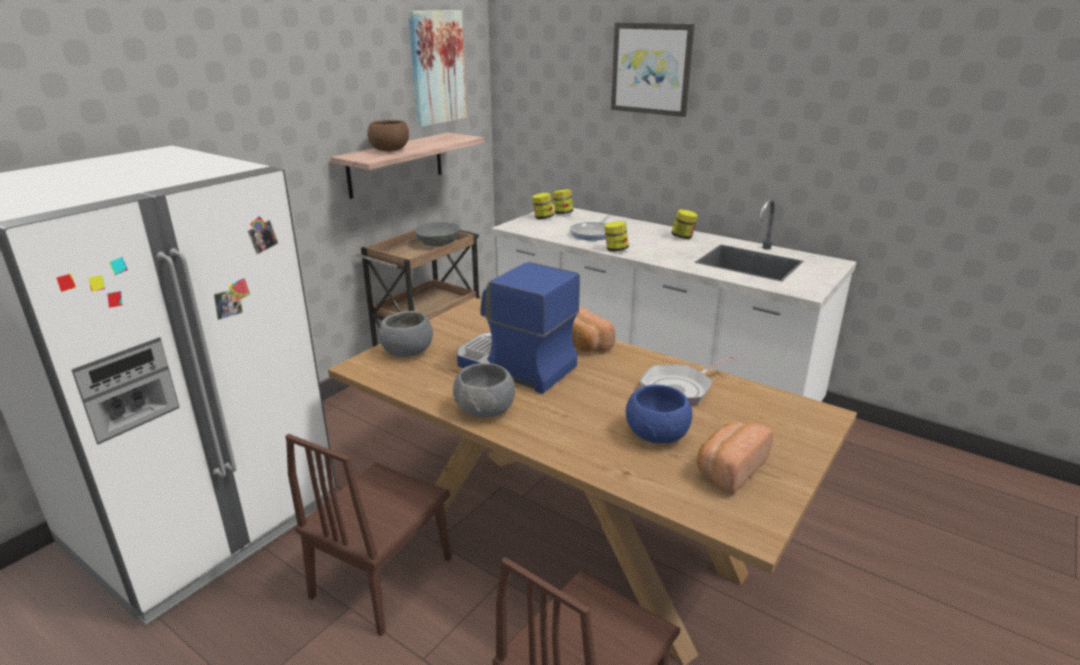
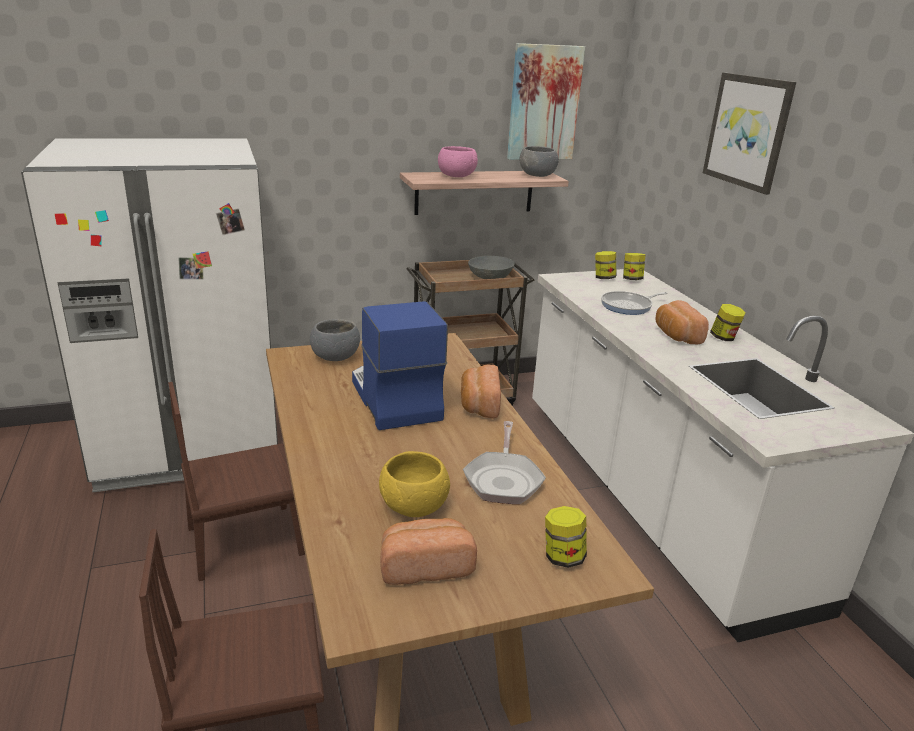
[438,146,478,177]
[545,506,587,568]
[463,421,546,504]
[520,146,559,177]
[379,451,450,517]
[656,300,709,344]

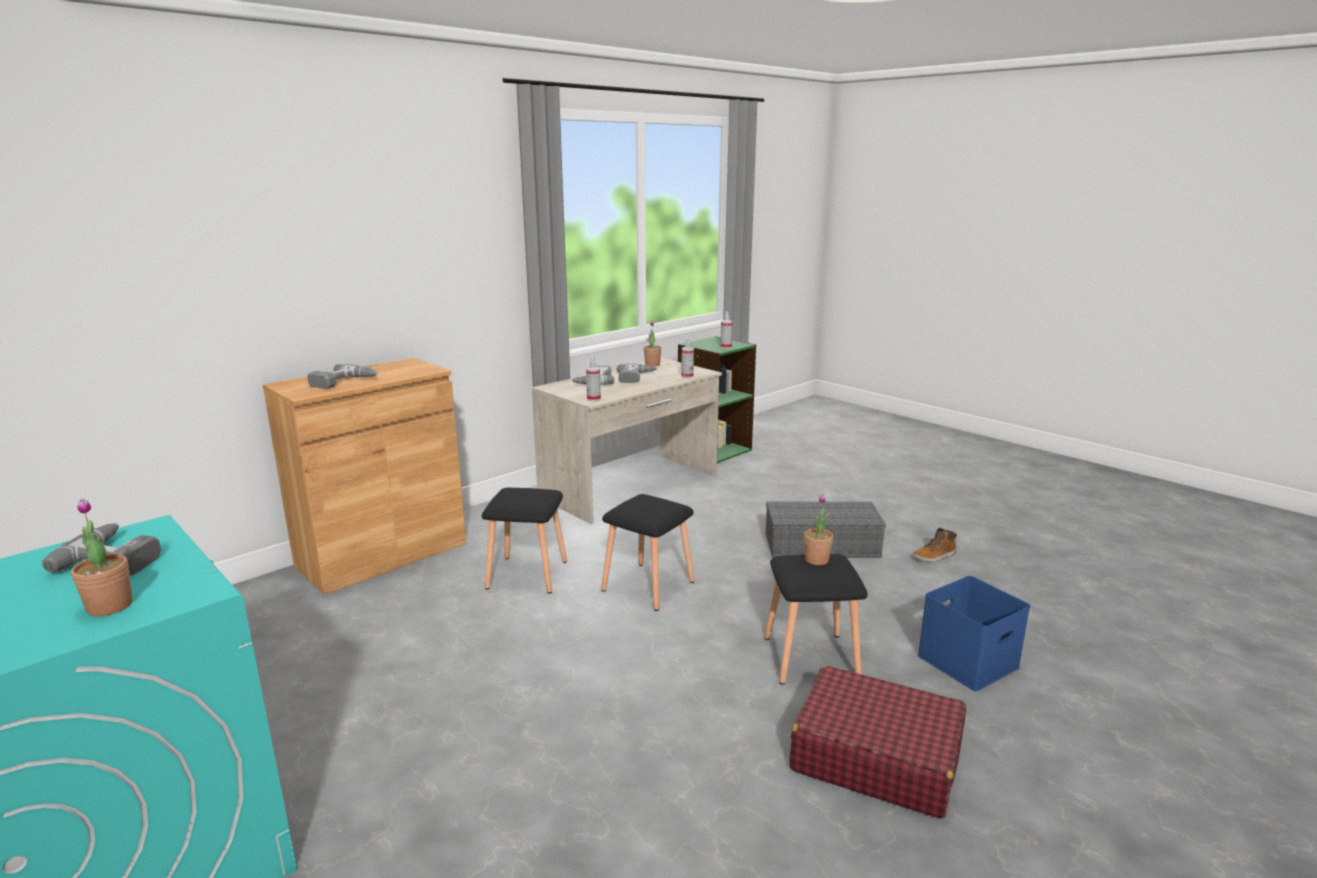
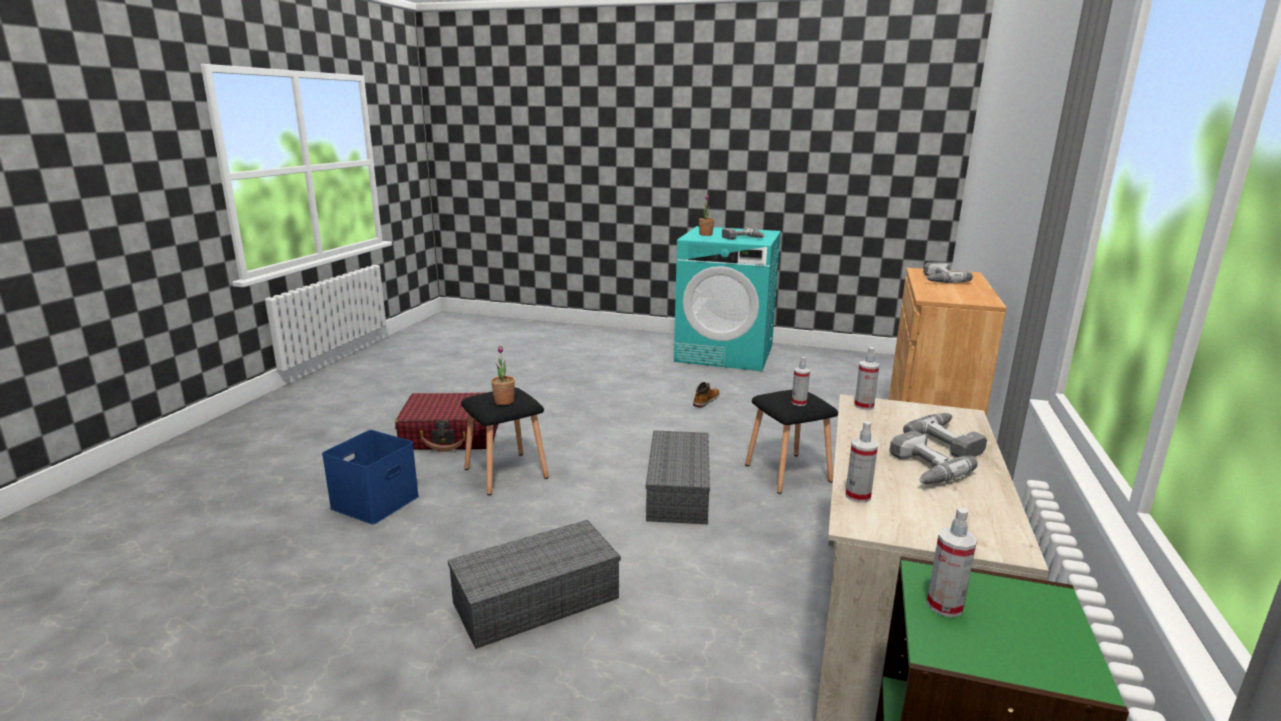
[644,321,661,366] (first image)
[646,430,710,524]
[693,382,720,407]
[791,357,810,406]

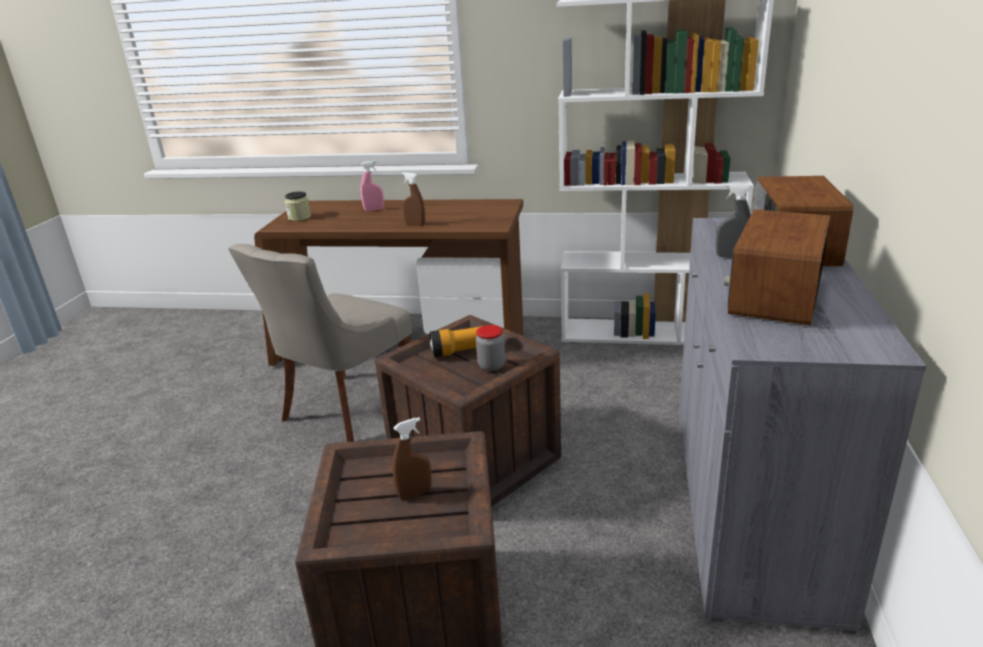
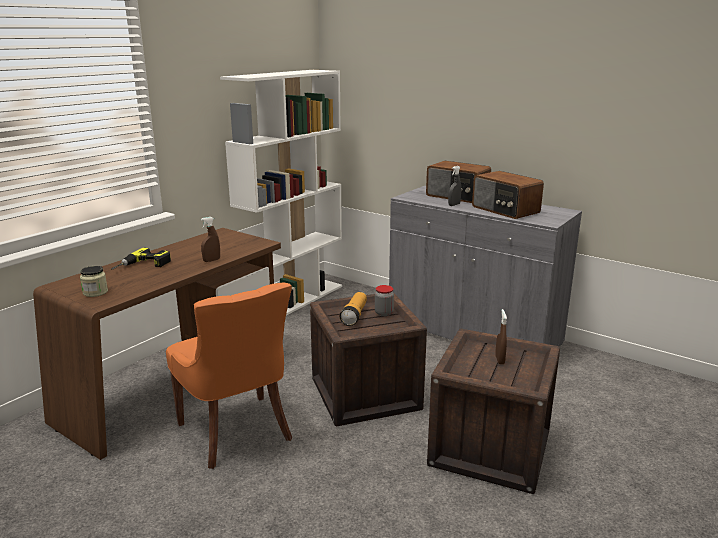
[111,248,171,270]
[166,283,292,469]

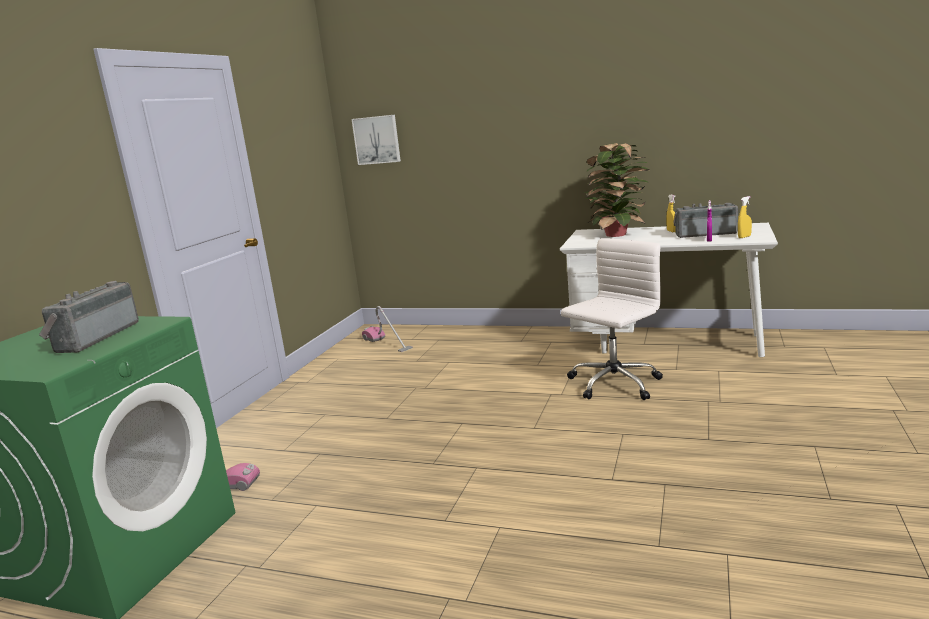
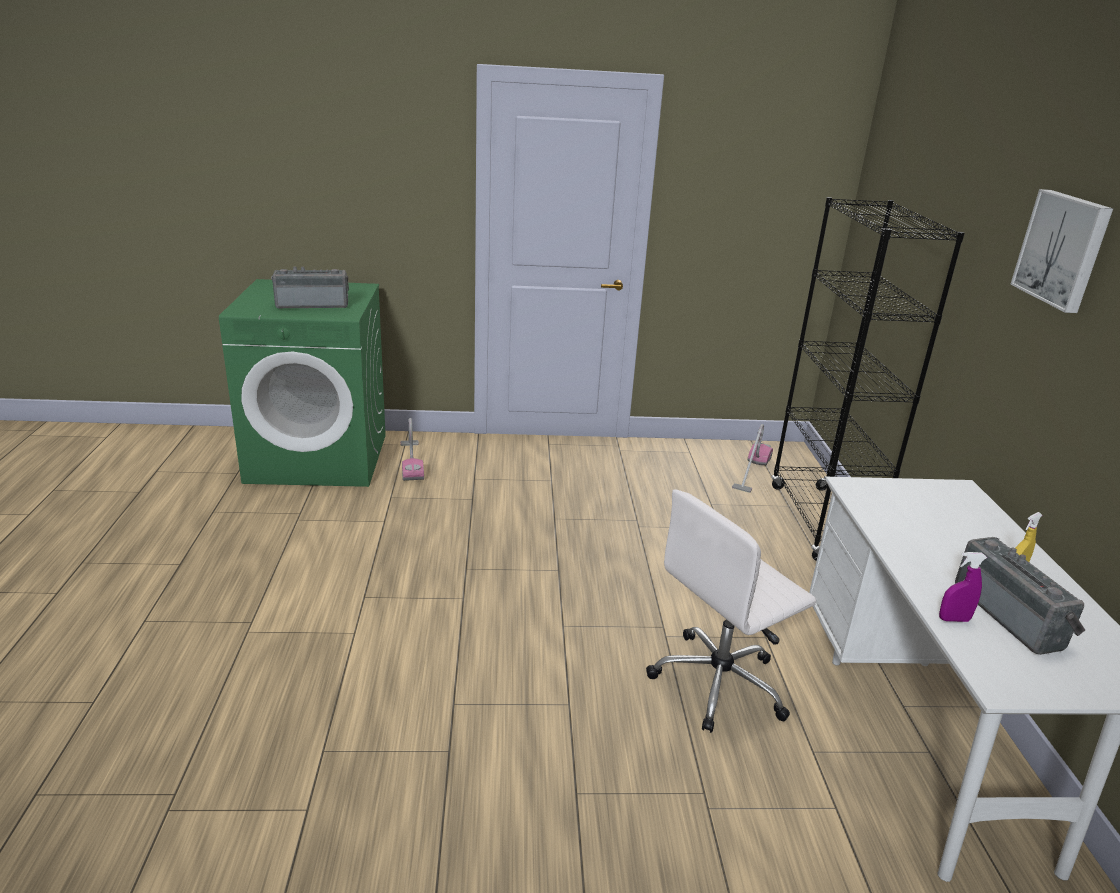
[1010,189,1113,313]
[584,143,649,237] (first image)
[738,196,752,238] (first image)
[646,489,816,733]
[771,197,965,561]

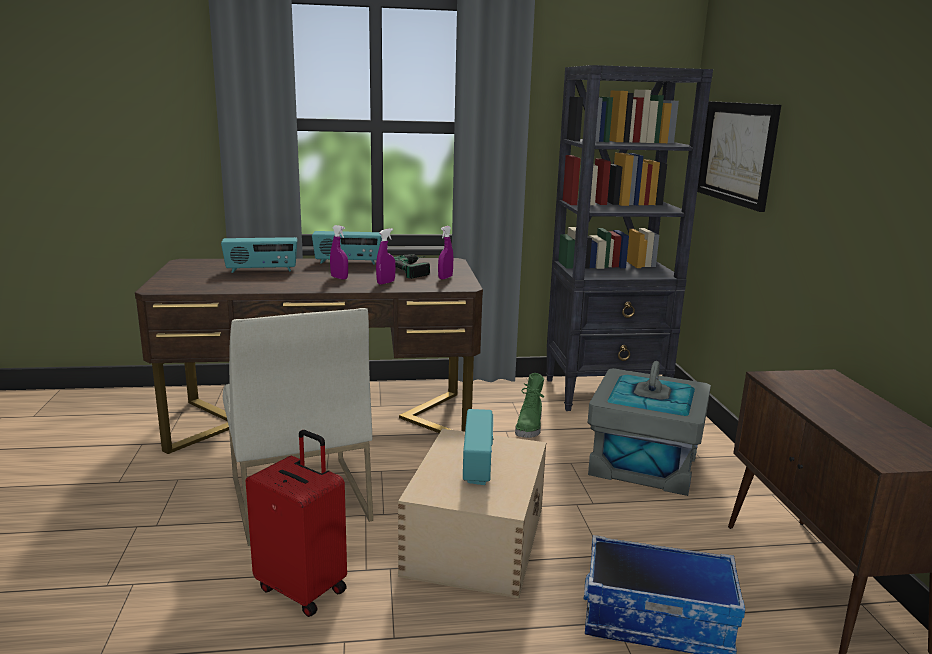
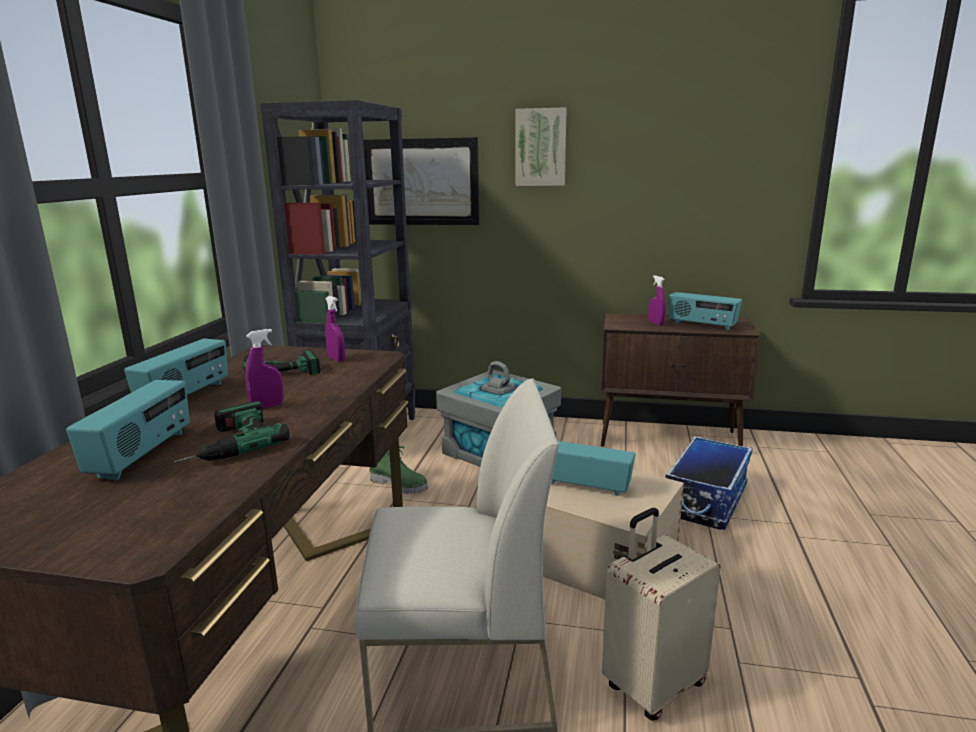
[648,275,666,325]
[602,508,721,720]
[516,107,567,186]
[669,292,742,331]
[174,401,290,462]

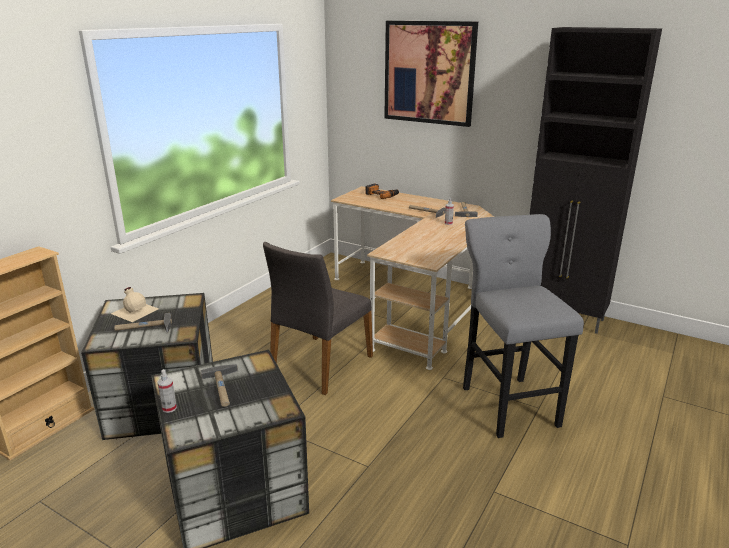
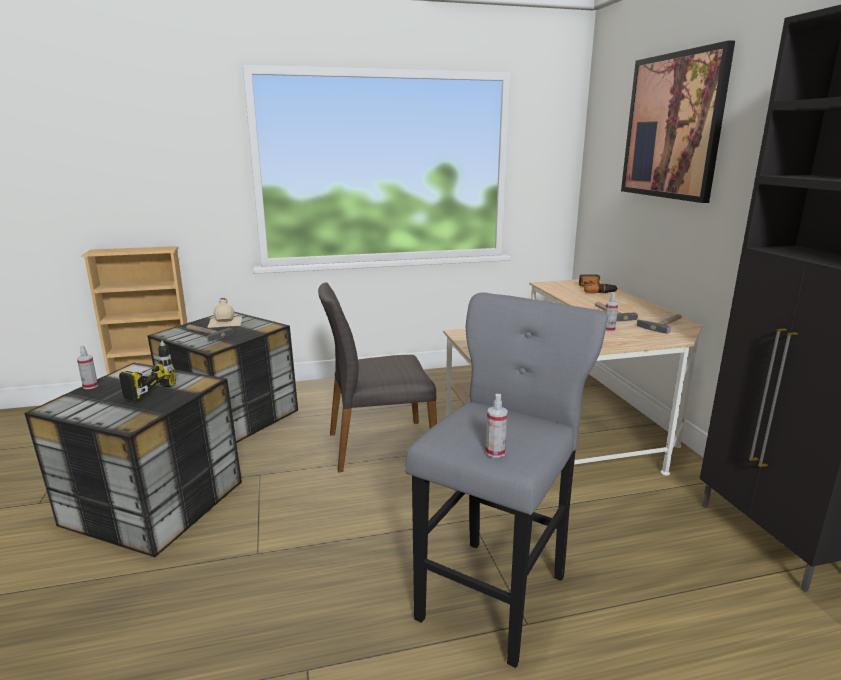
[119,341,176,401]
[486,394,508,458]

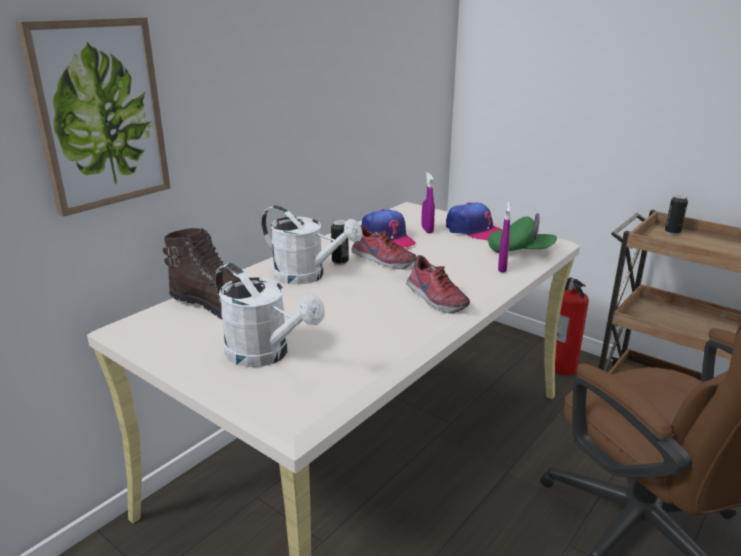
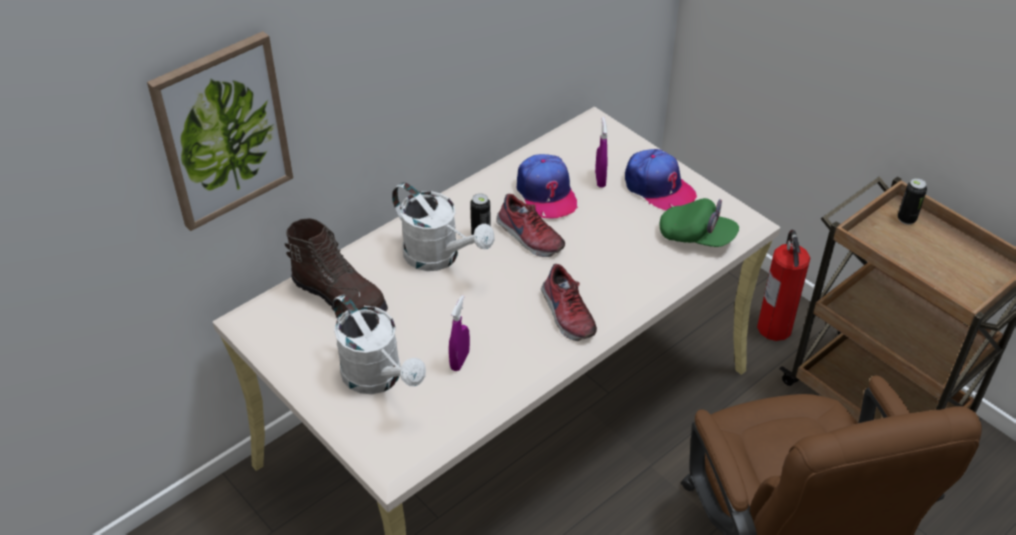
[449,295,470,371]

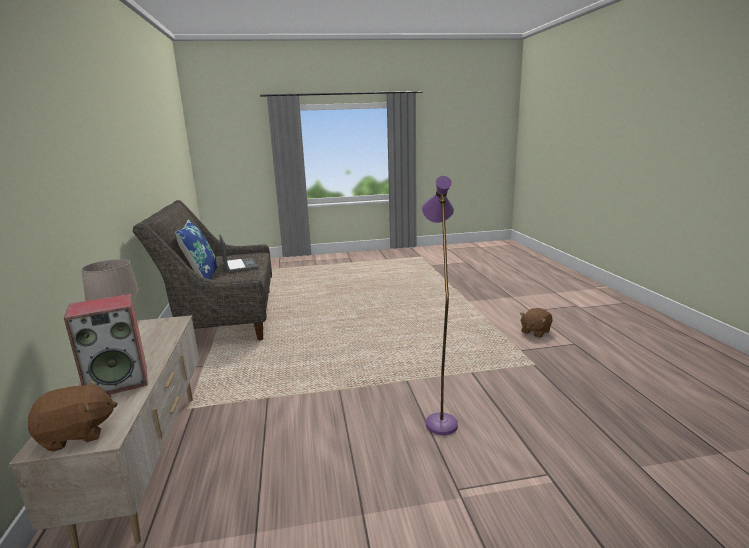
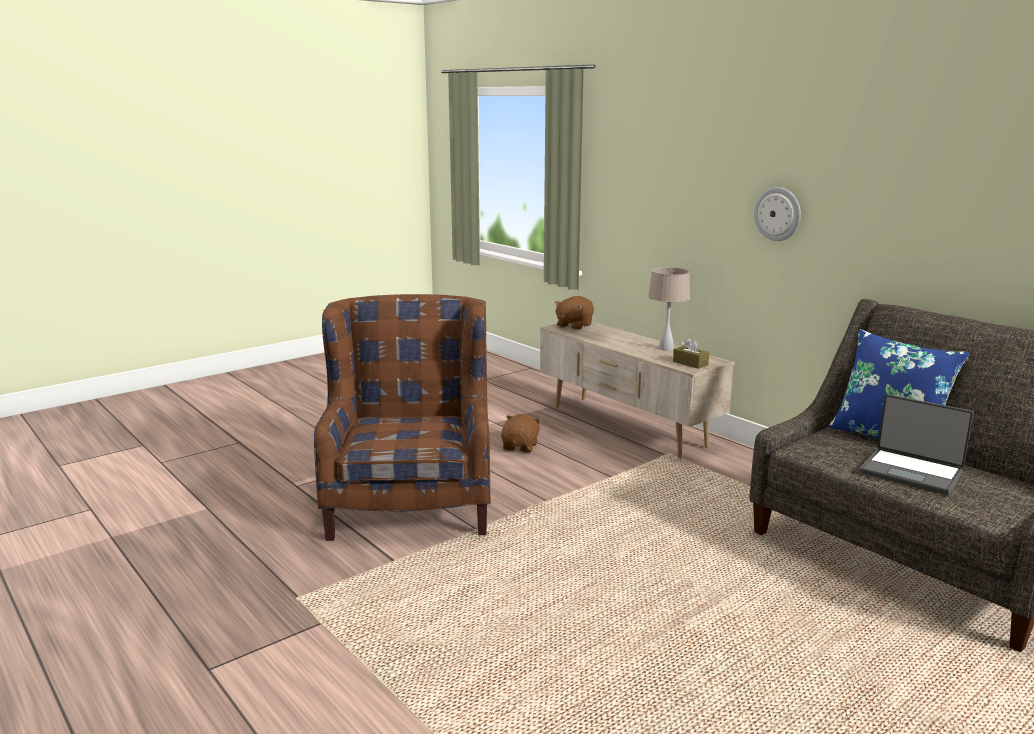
[314,294,491,541]
[64,294,148,395] (first image)
[501,414,542,453]
[754,187,801,241]
[673,338,709,369]

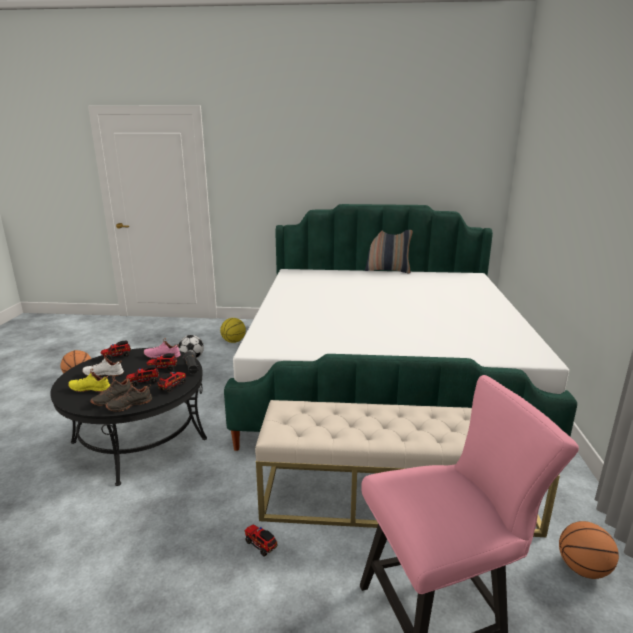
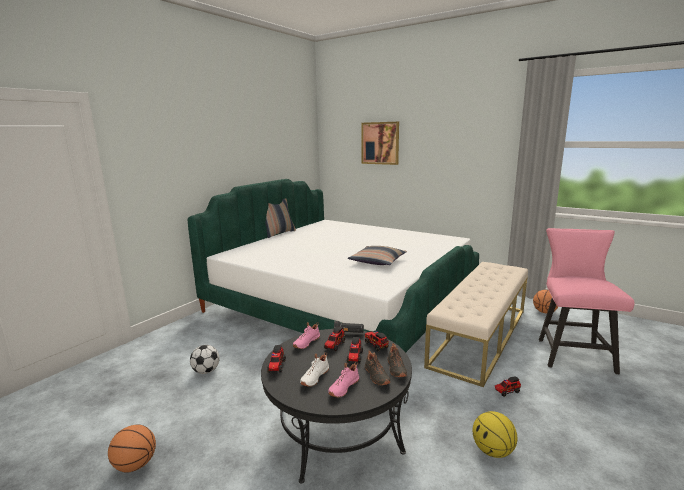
[473,411,518,458]
[328,362,359,397]
[361,122,399,165]
[348,246,407,265]

